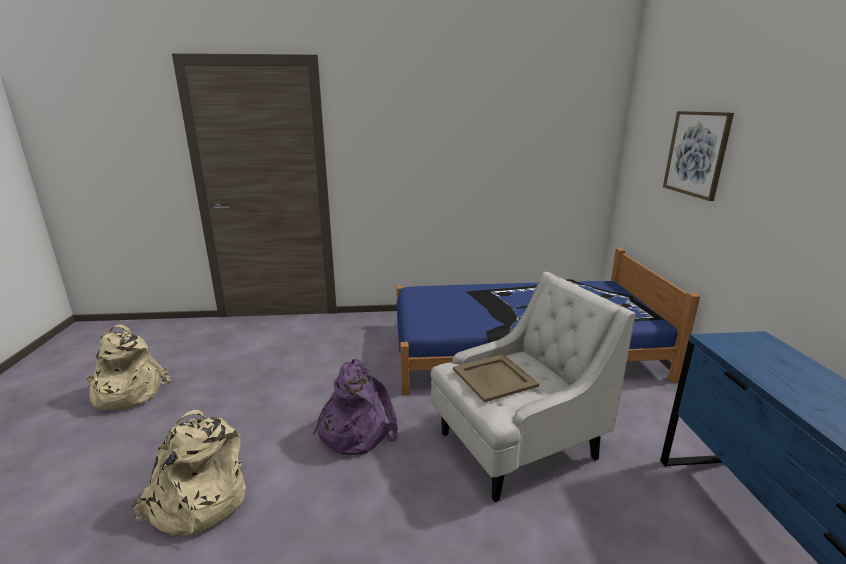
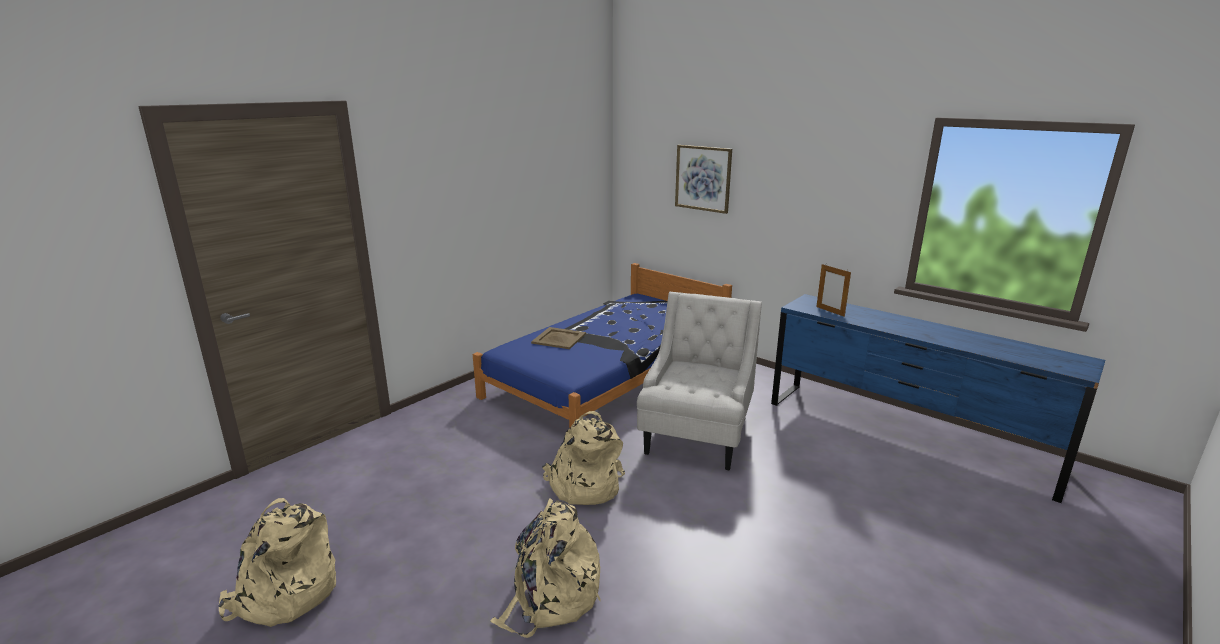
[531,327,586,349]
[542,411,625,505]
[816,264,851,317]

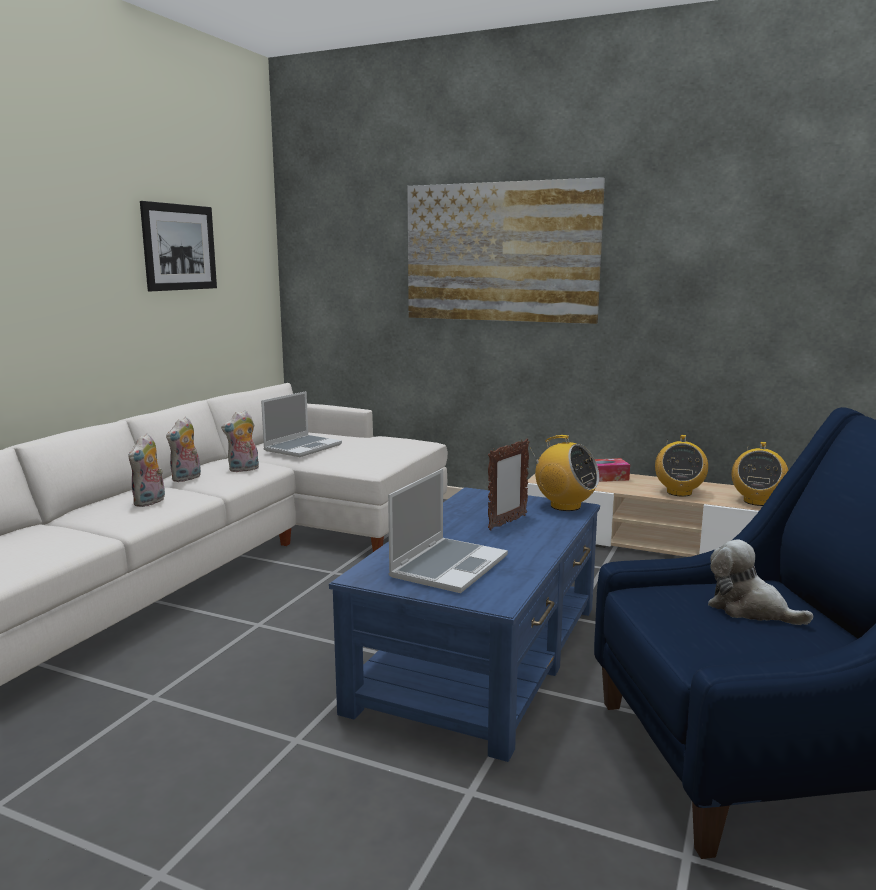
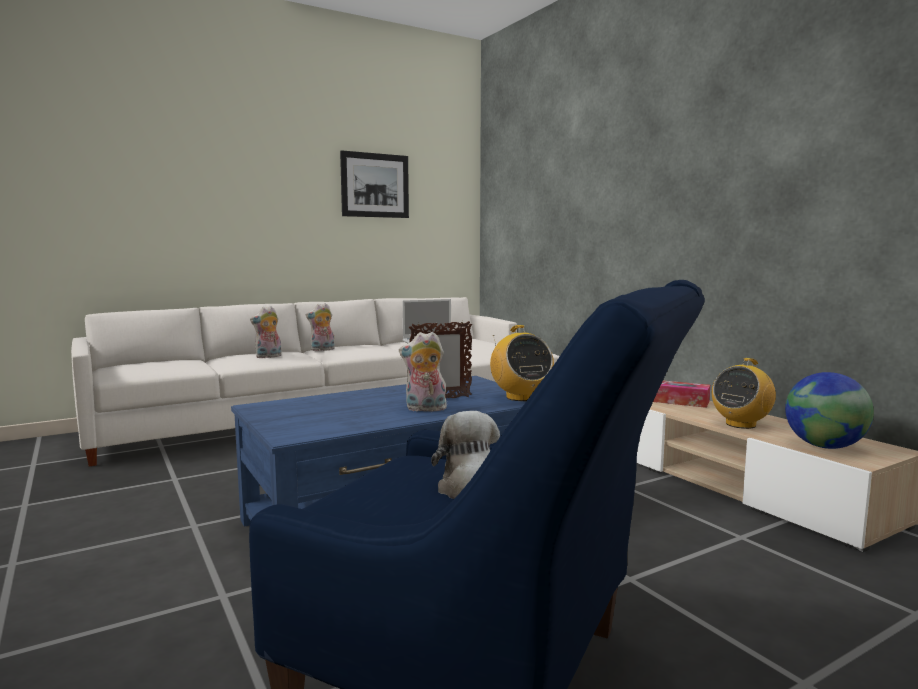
[407,177,605,324] (first image)
[399,332,447,412]
[785,372,874,449]
[388,469,508,593] (first image)

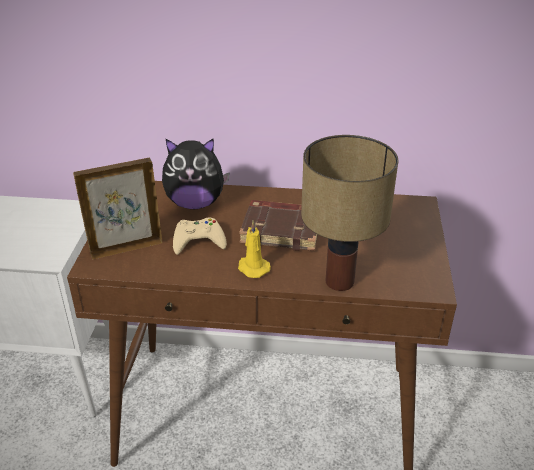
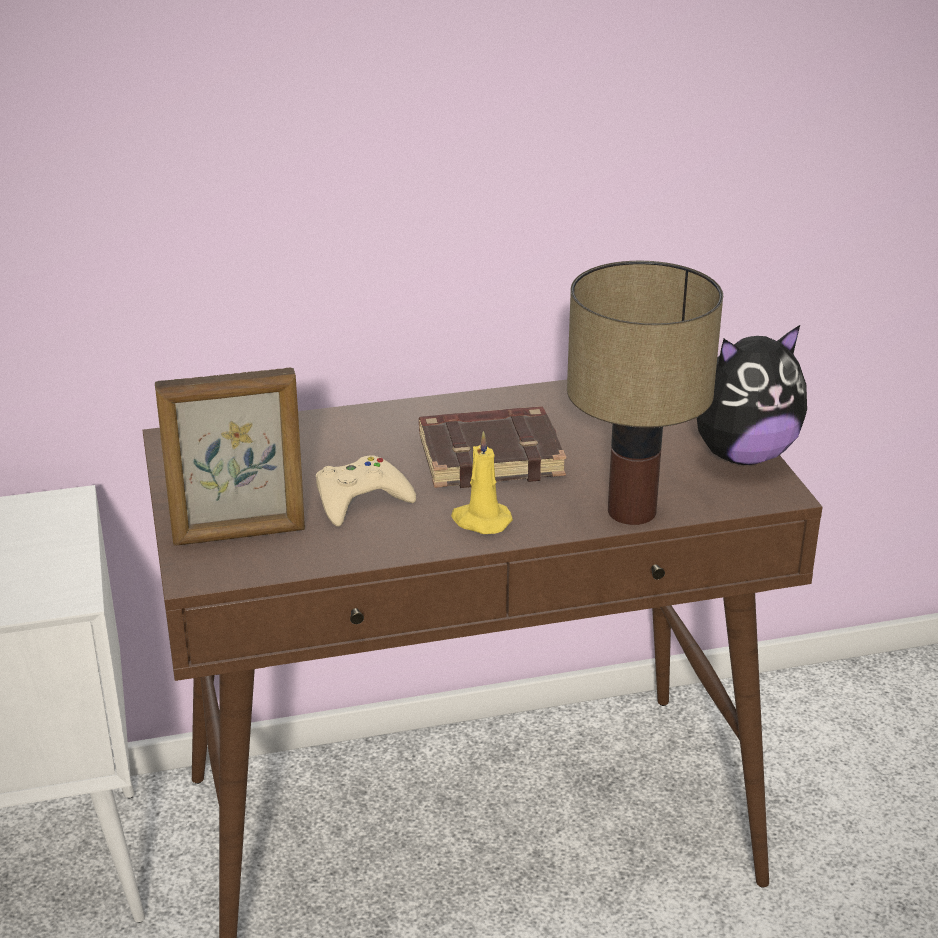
[697,325,807,465]
[155,367,305,546]

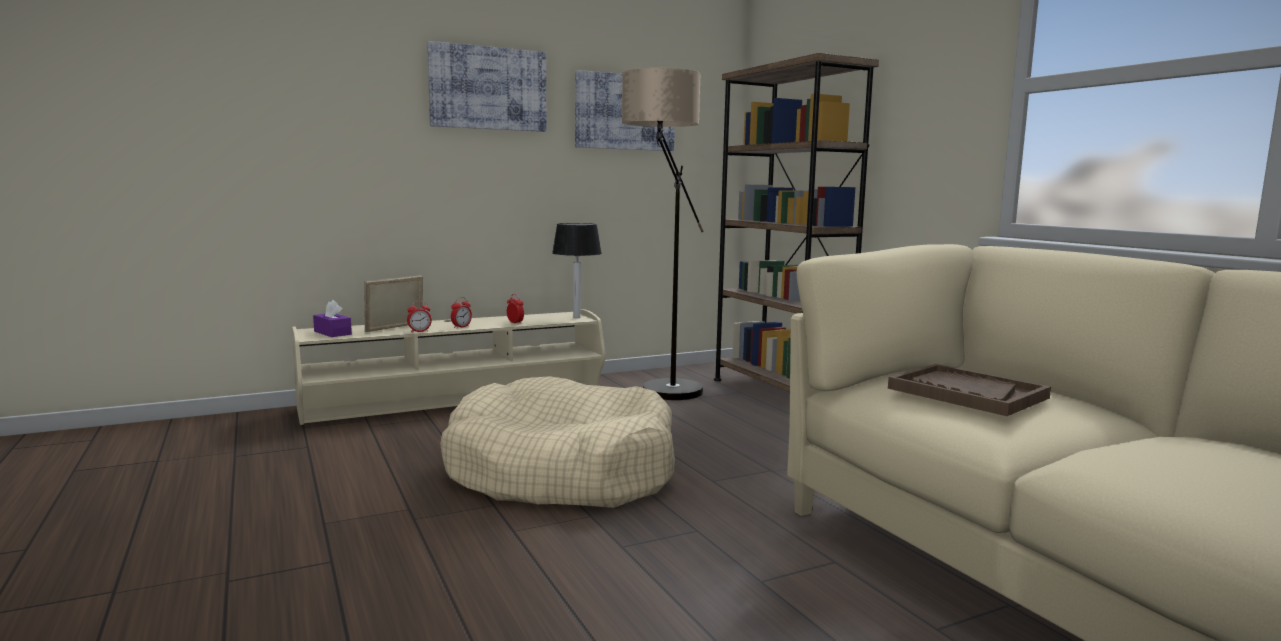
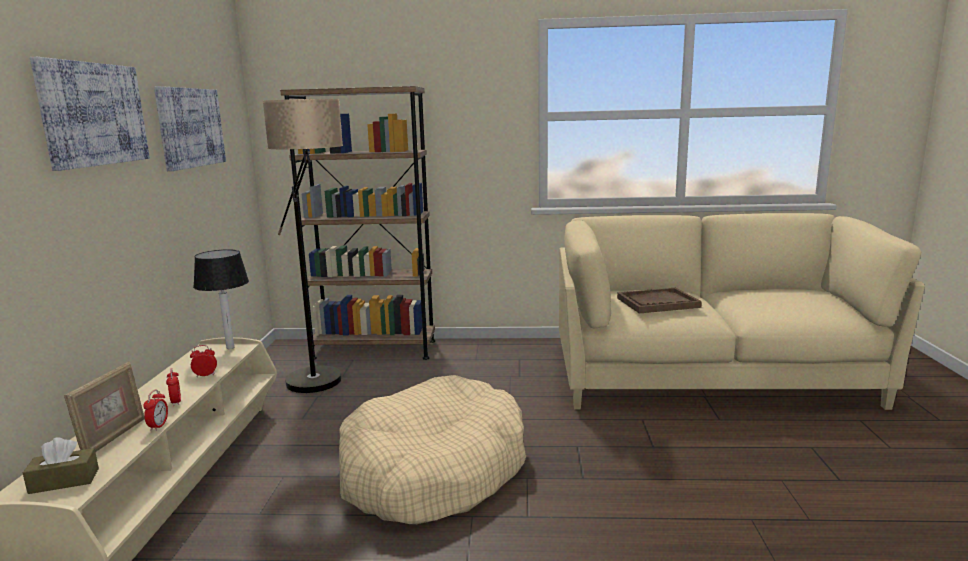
[64,361,145,452]
[23,437,99,494]

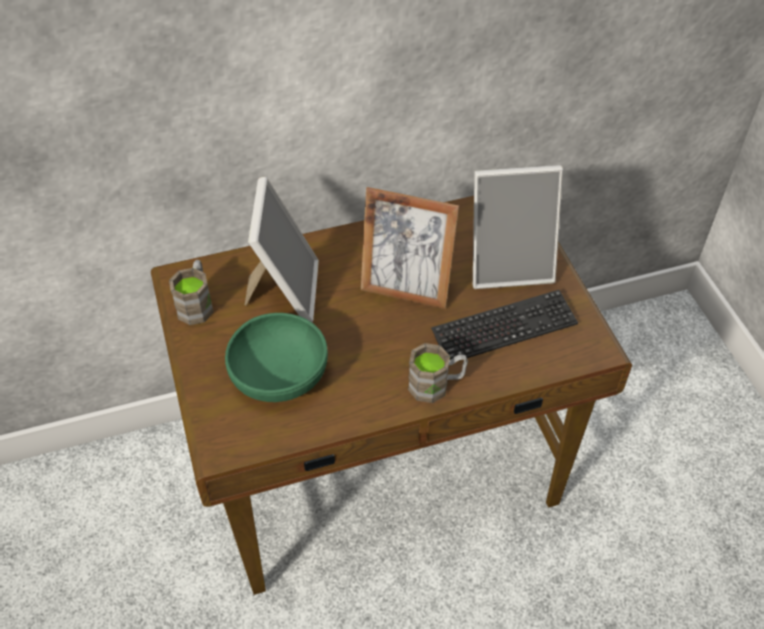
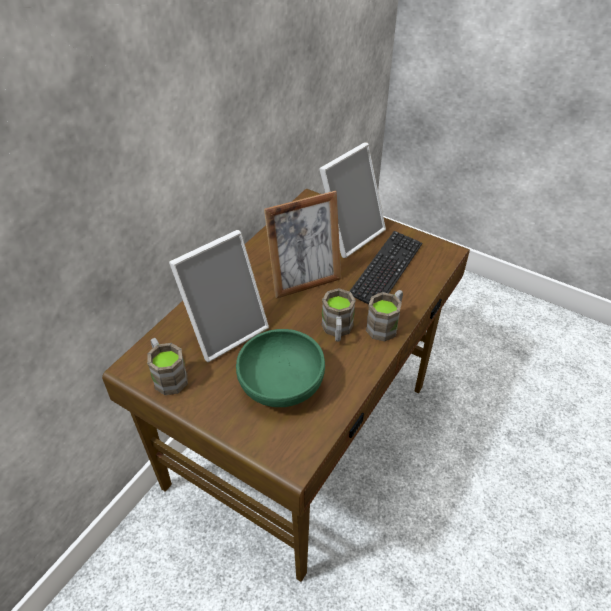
[169,230,269,362]
[321,288,356,342]

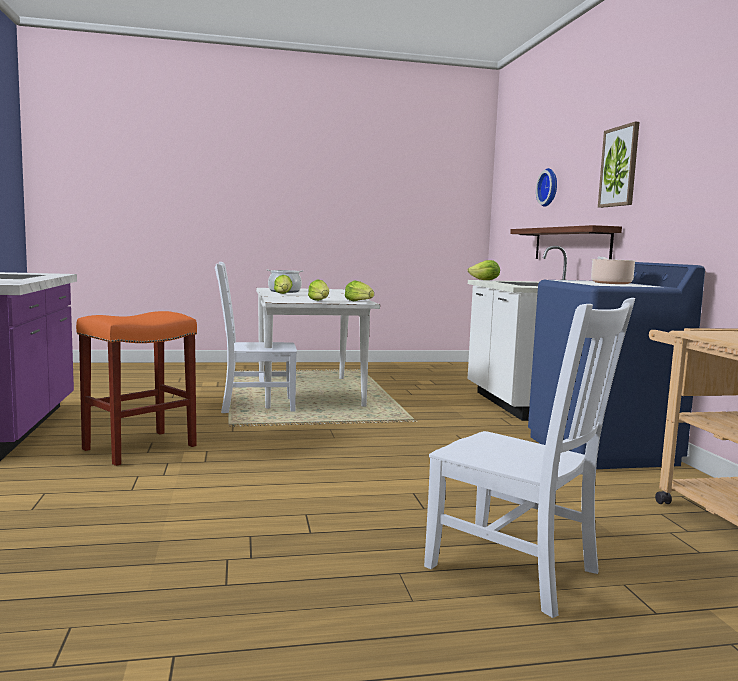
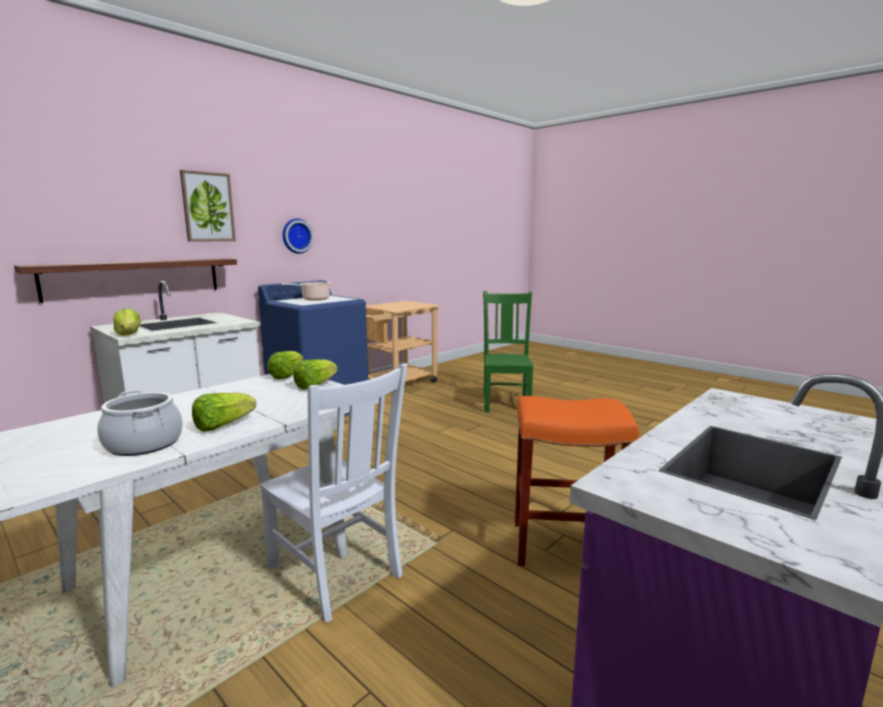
[282,219,313,254]
[483,291,534,412]

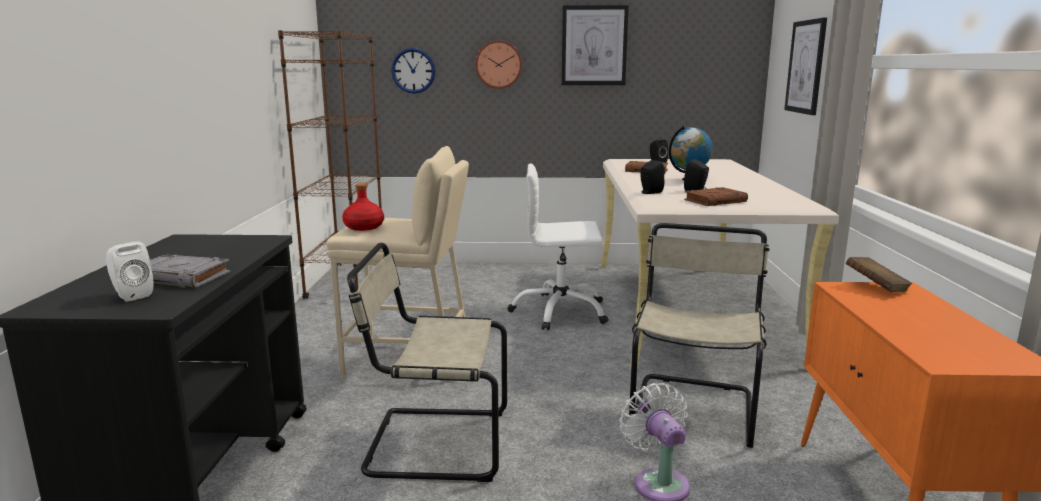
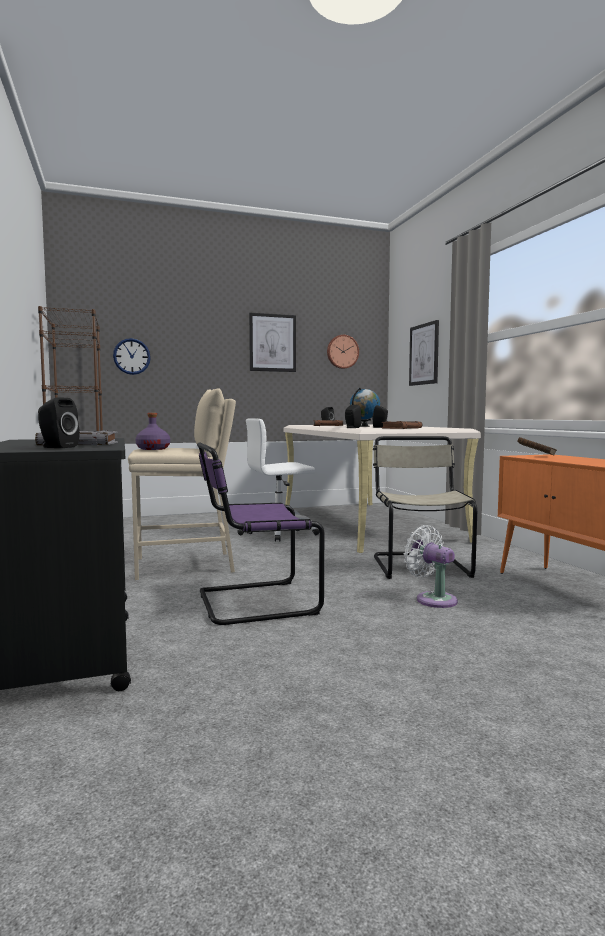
[327,335,359,369]
[135,413,170,450]
[38,397,80,448]
[197,442,324,625]

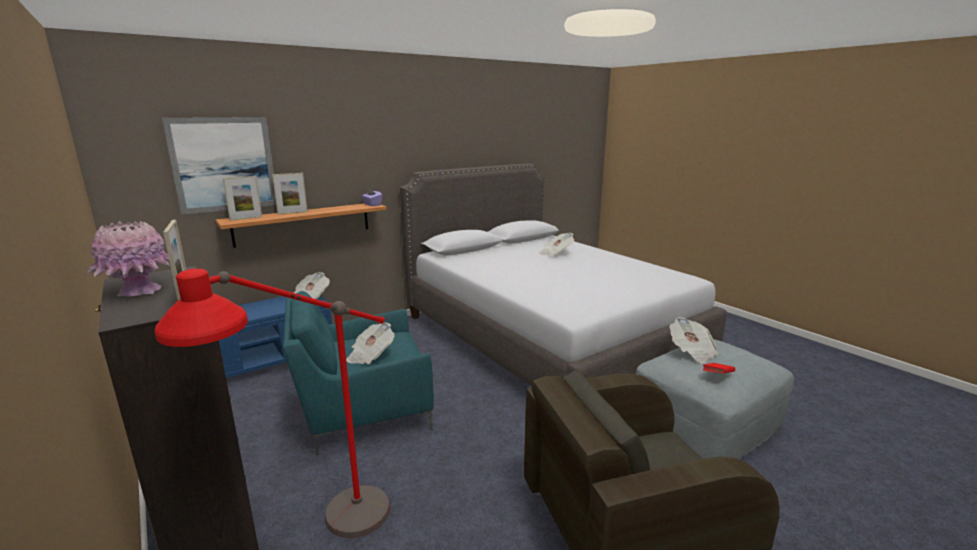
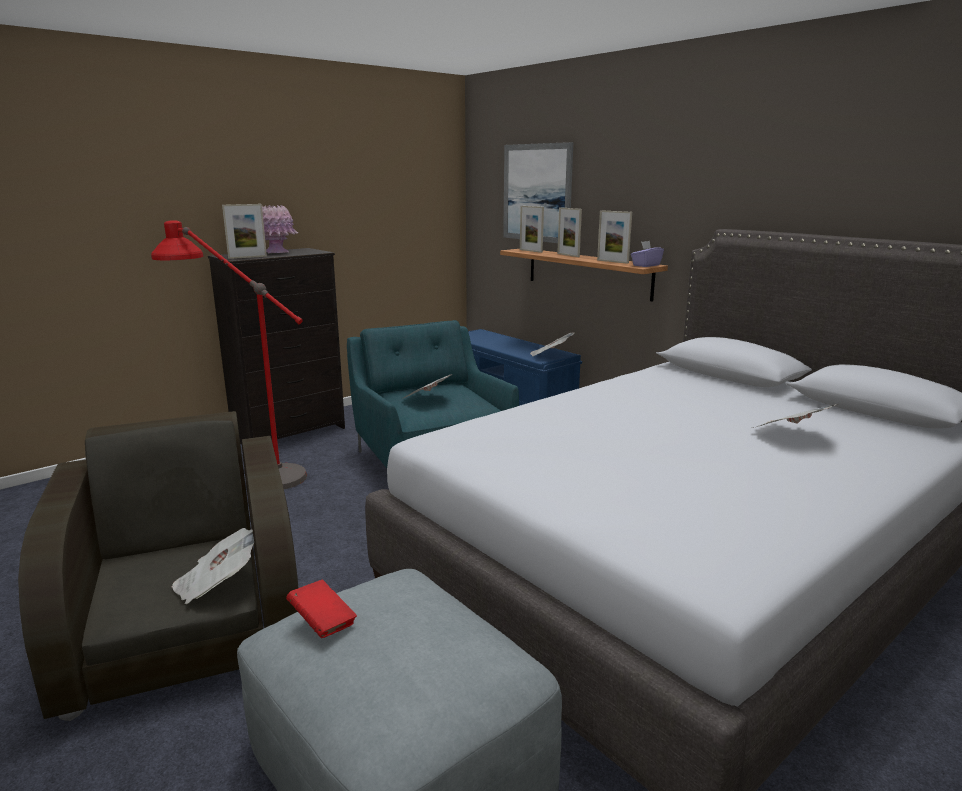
[172,528,254,604]
[597,210,632,264]

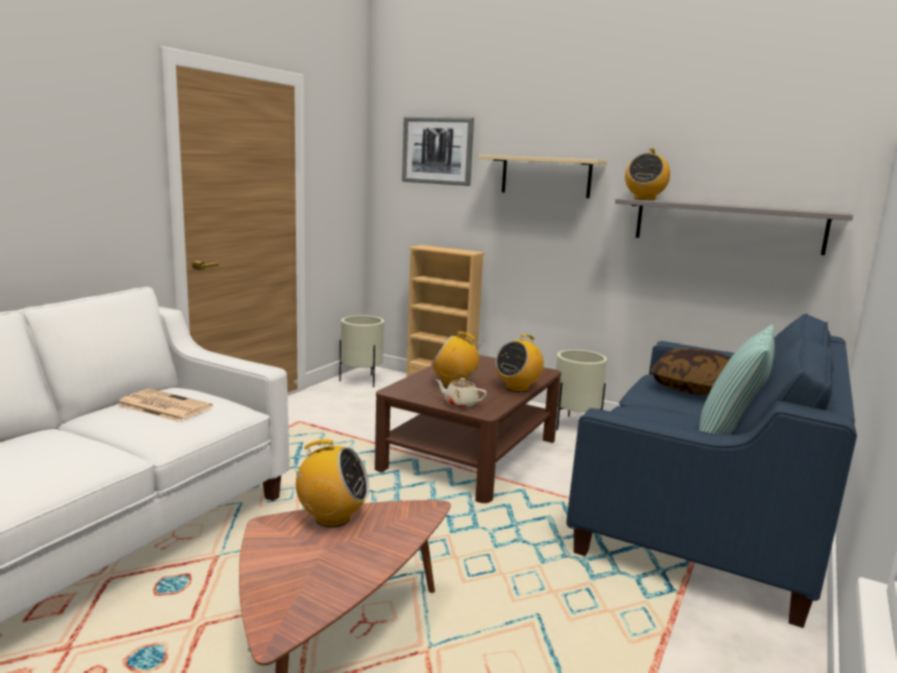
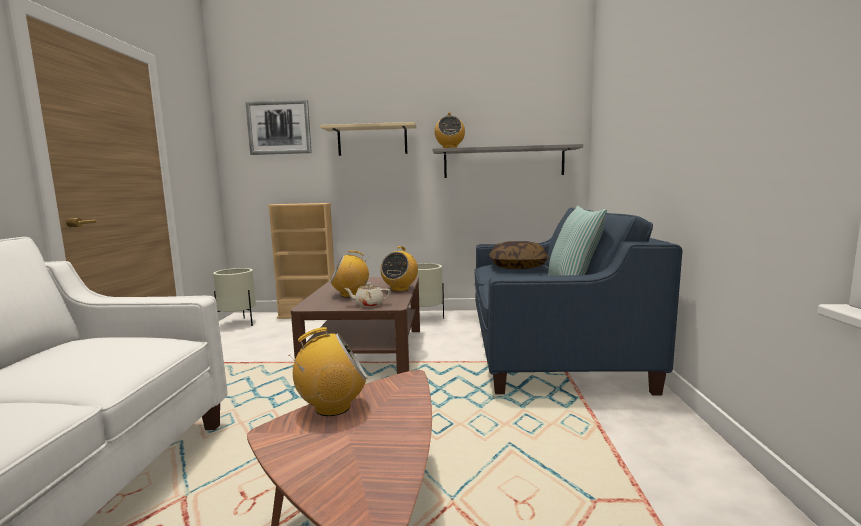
[116,389,213,422] (first image)

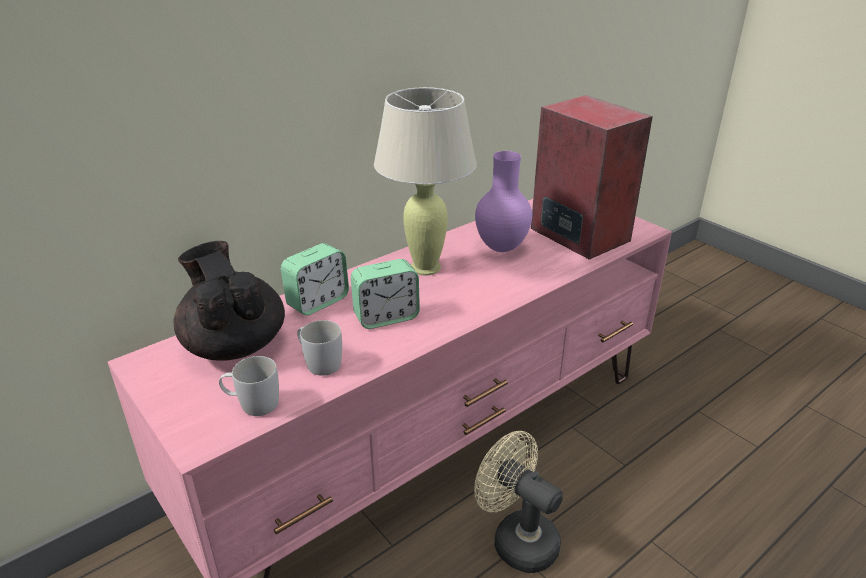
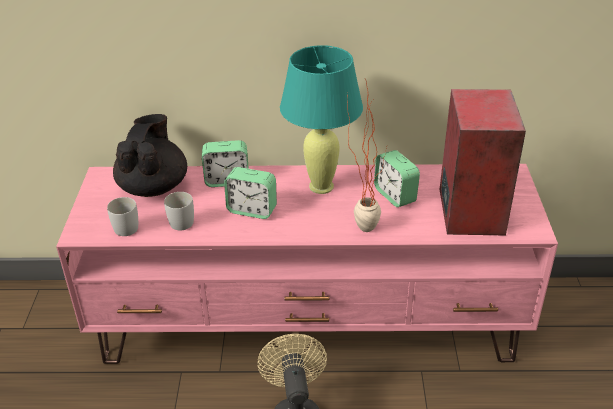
[280,45,363,194]
[374,150,420,207]
[347,79,387,232]

